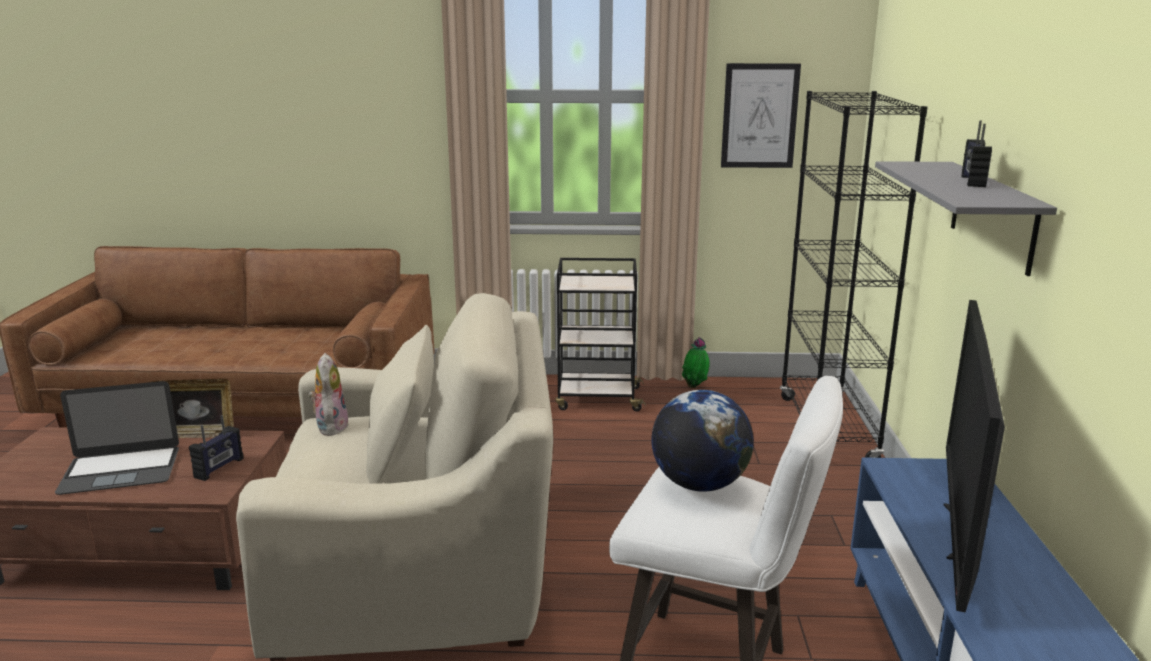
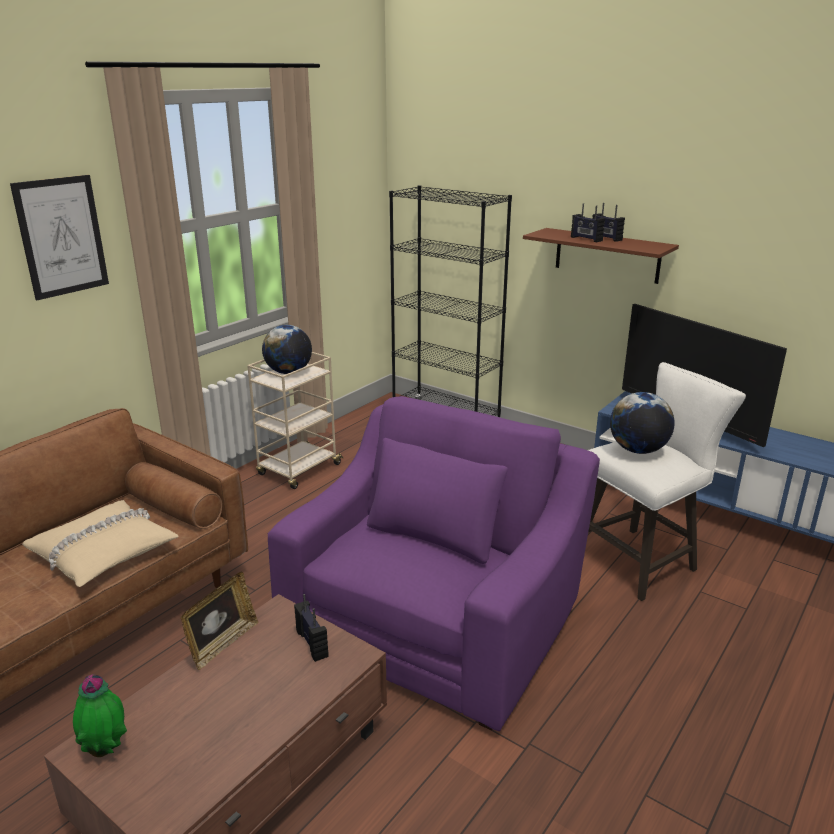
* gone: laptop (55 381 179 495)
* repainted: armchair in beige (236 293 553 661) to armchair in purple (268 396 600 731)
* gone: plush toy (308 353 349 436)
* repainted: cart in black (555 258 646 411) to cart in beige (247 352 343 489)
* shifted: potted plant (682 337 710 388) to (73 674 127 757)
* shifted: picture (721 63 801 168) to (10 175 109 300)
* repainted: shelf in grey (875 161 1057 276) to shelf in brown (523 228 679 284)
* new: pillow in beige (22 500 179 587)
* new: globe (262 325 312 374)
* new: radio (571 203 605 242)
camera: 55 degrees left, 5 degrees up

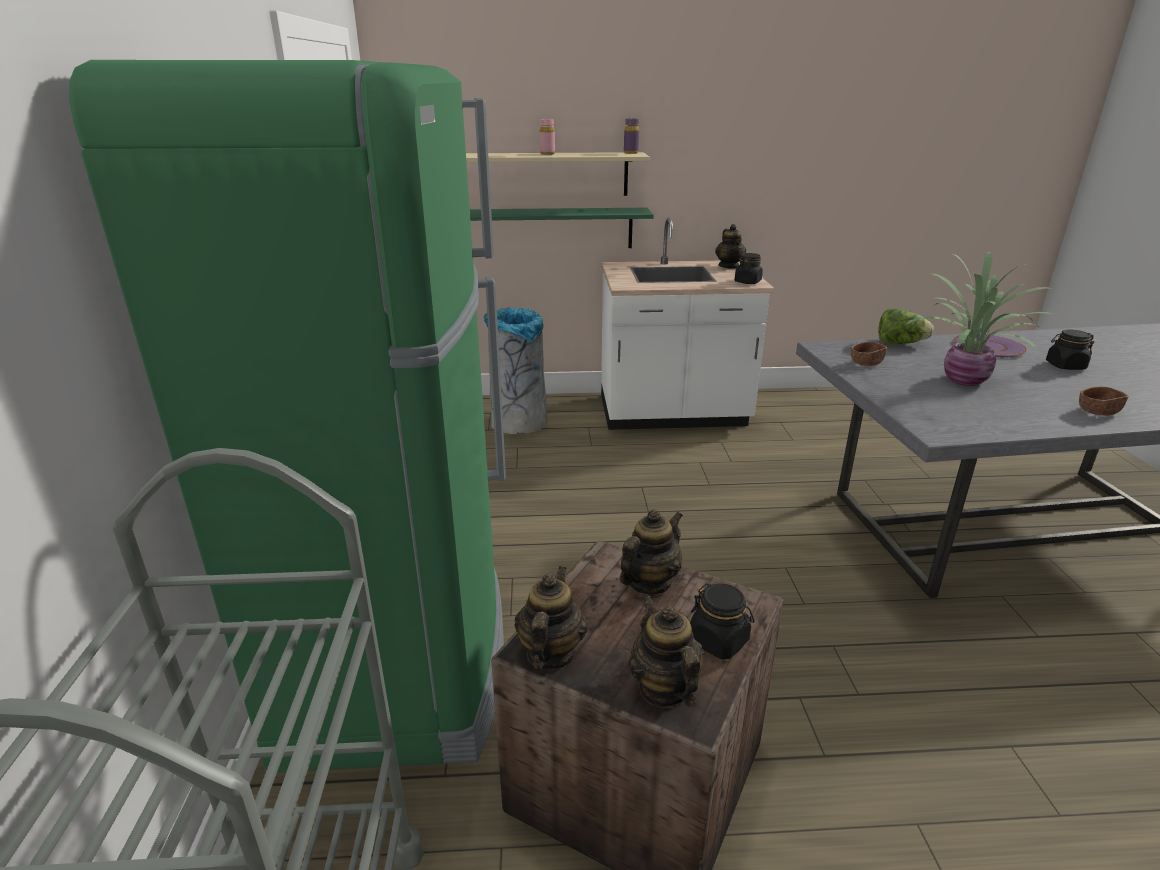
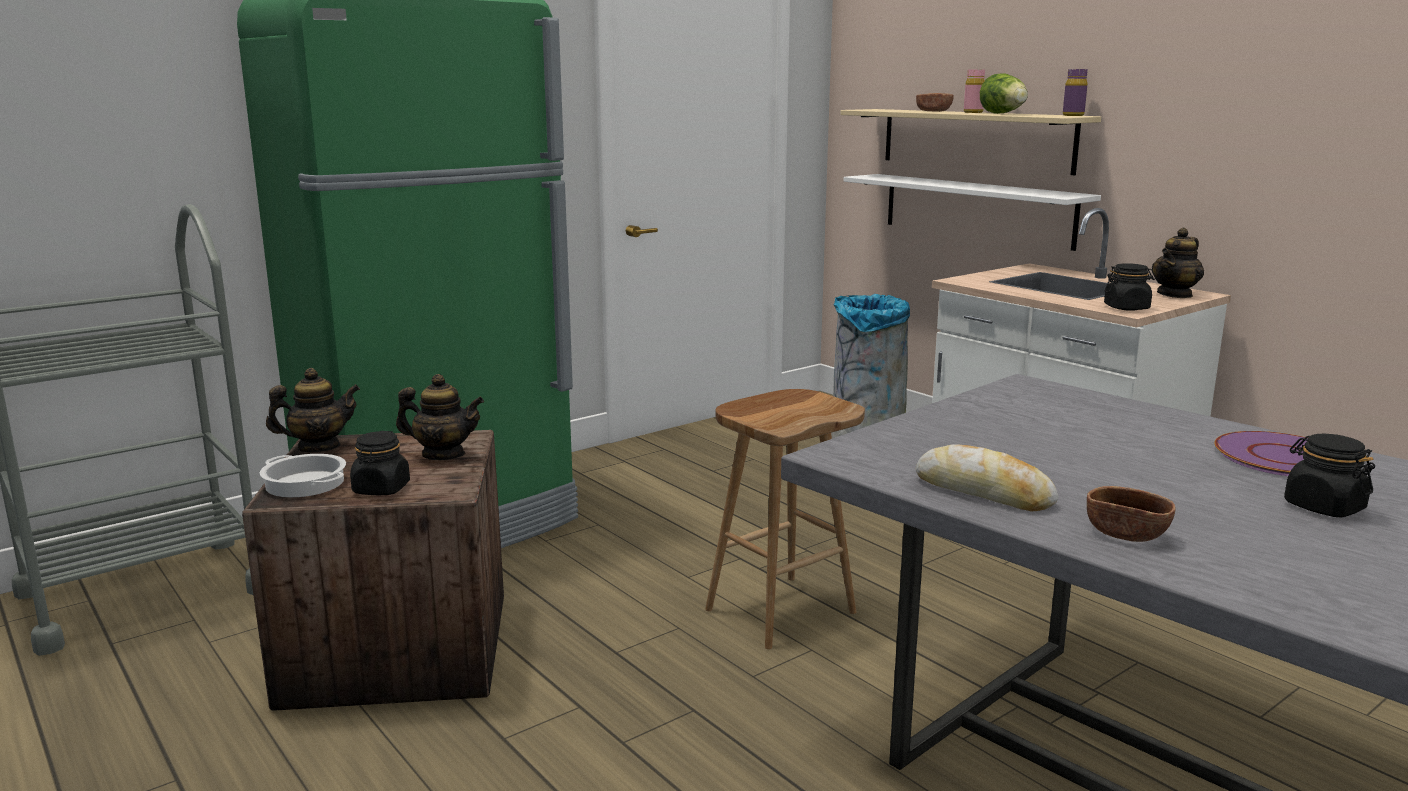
* repainted: shelf in green (470 208 654 248) to shelf in white (843 174 1101 251)
* swapped: teapot (629 596 704 708) to cooking pot (260 454 346 497)
* shifted: bowl in brown (851 341 887 366) to (916 93 954 112)
* shifted: lettuce (878 309 934 344) to (980 73 1028 114)
* gone: potted plant (903 252 1052 386)
* new: stool in brown (705 389 865 649)
* new: bread (916 444 1058 511)
camera: 55 degrees right, 10 degrees down

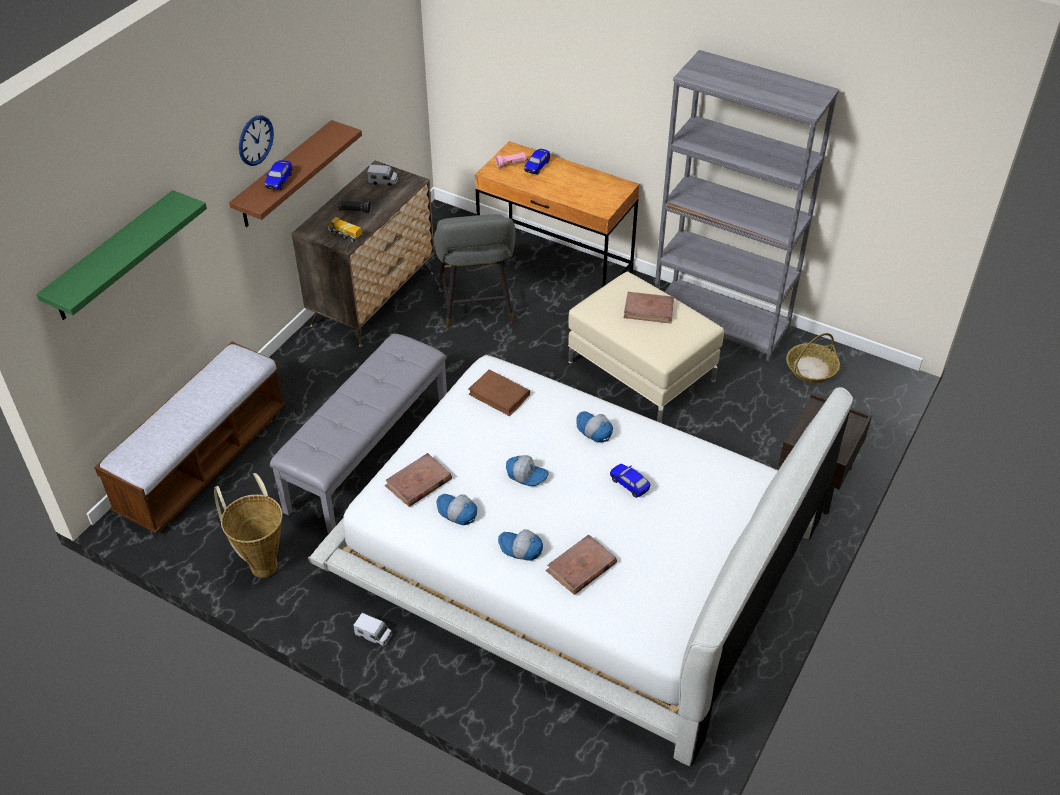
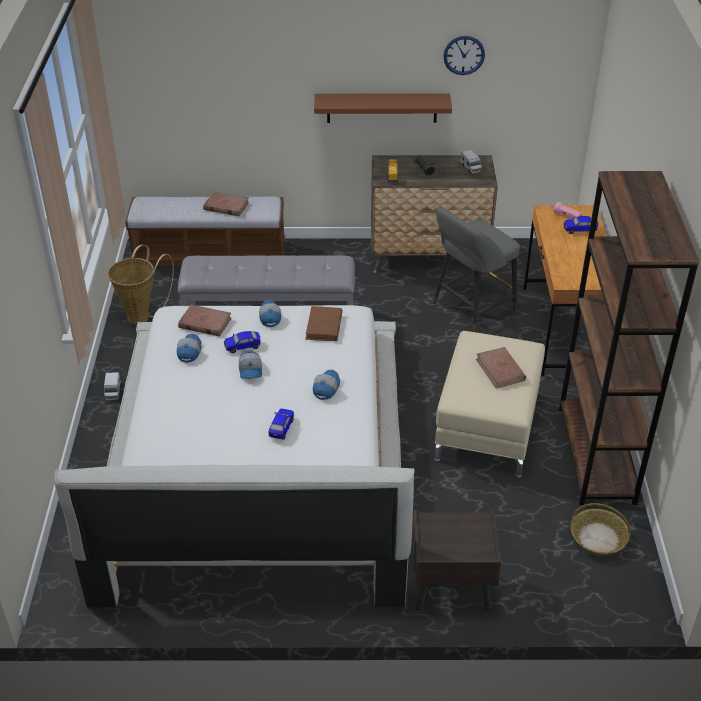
* gone: shelf in green (36 190 207 320)
* shifted: wall clock (239 115 274 166) to (443 36 485 75)
* shifted: toy car (265 160 292 190) to (224 331 260 353)
* shifted: cap (498 529 543 561) to (259 300 281 327)
* shifted: book in brown (546 534 617 595) to (203 191 249 216)
* repainted: bookcase in grey (655 50 839 362) to bookcase in brown (559 171 700 505)
camera: 60 degrees right, 5 degrees down

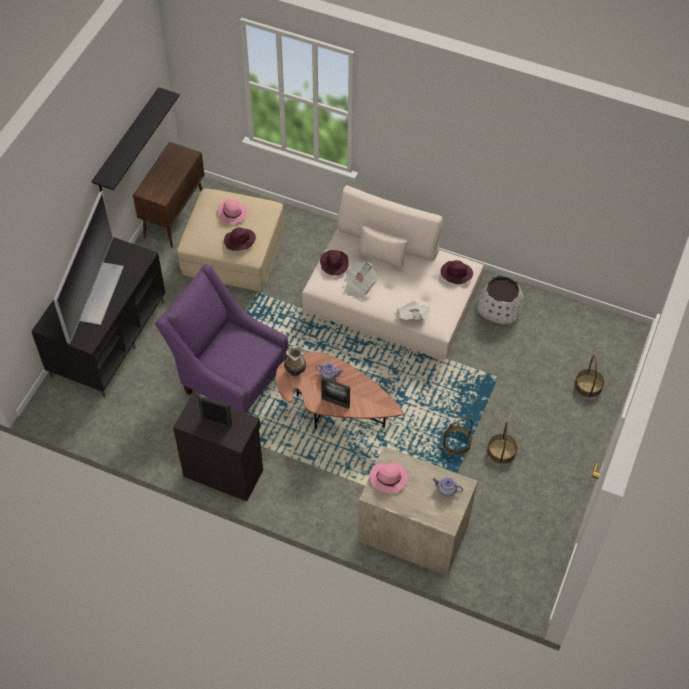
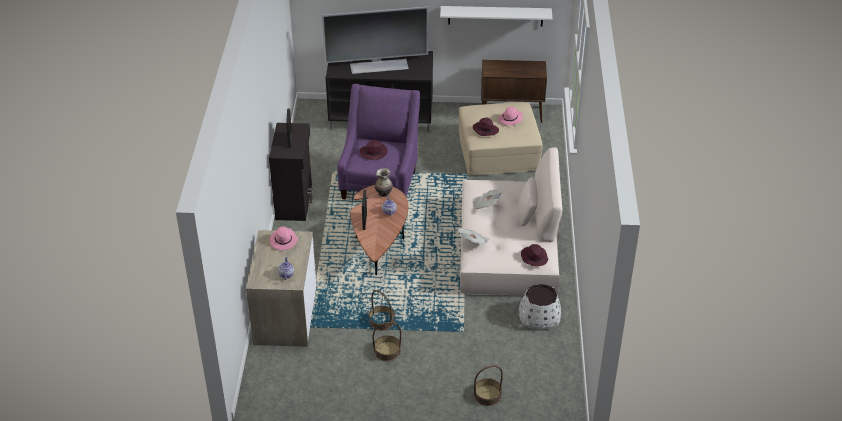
* repainted: shelf in black (91 87 180 192) to shelf in white (440 6 553 26)
* shifted: hat in purple (320 250 349 276) to (360 140 388 160)
camera: 70 degrees right, 15 degrees down

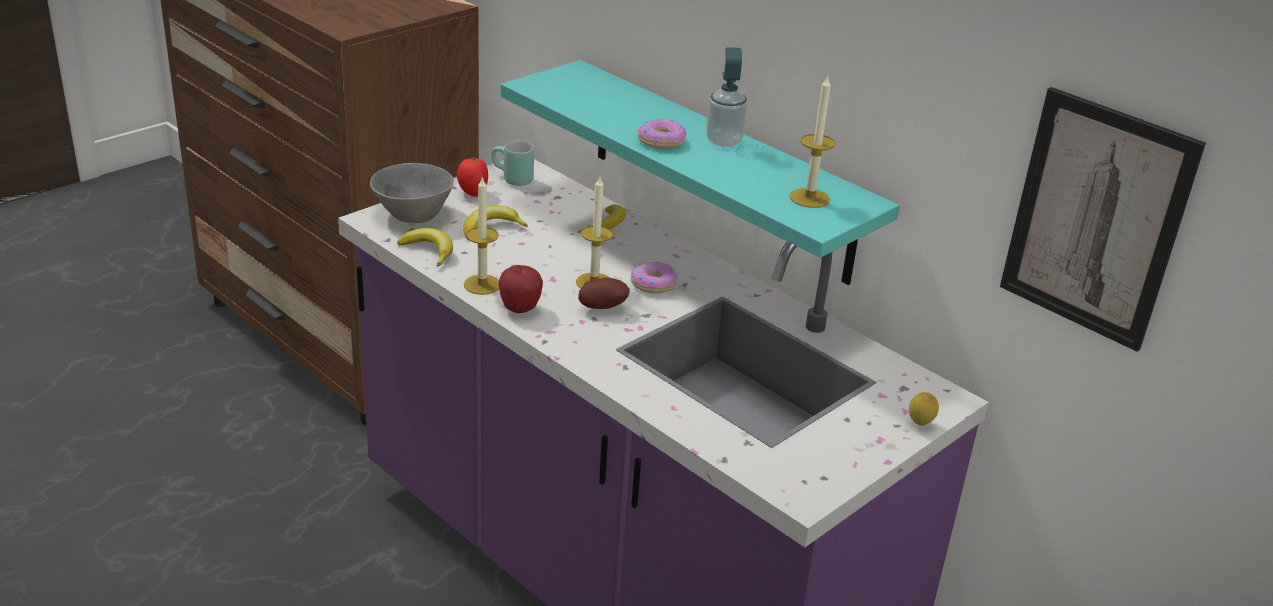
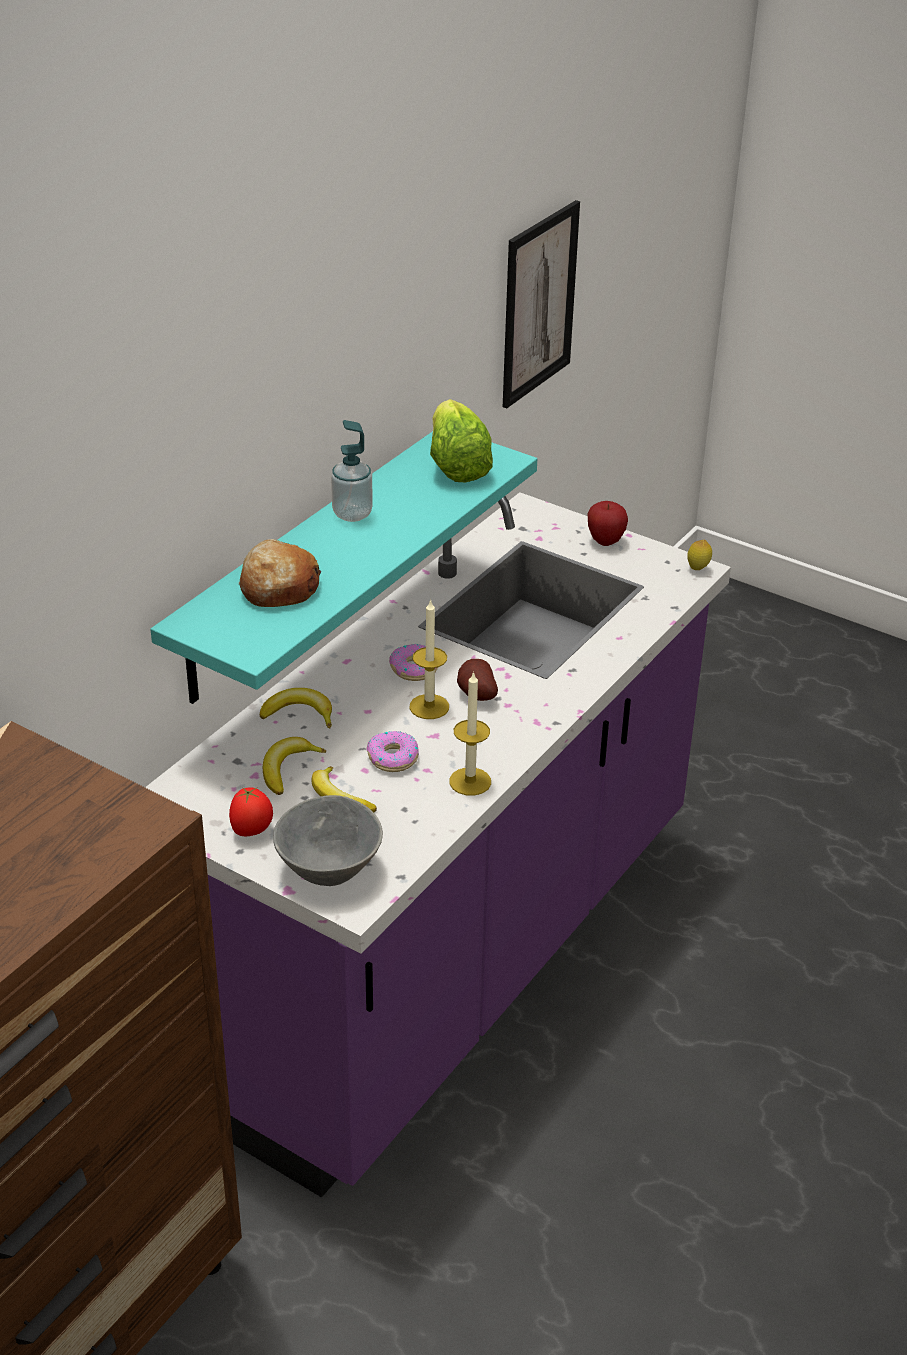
* shifted: banana (397 228 453 267) to (263 737 326 795)
* gone: mug in turquoise (491 140 534 186)
* shifted: apple (498 265 543 313) to (588 501 628 546)
* shifted: donut (637 119 687 149) to (366 731 419 772)
* swapped: candle (790 75 836 208) to lettuce (430 399 493 482)
* shifted: lemon (909 392 939 426) to (687 539 712 570)
* new: bread (239 539 321 607)
camera: 100 degrees left, 5 degrees up

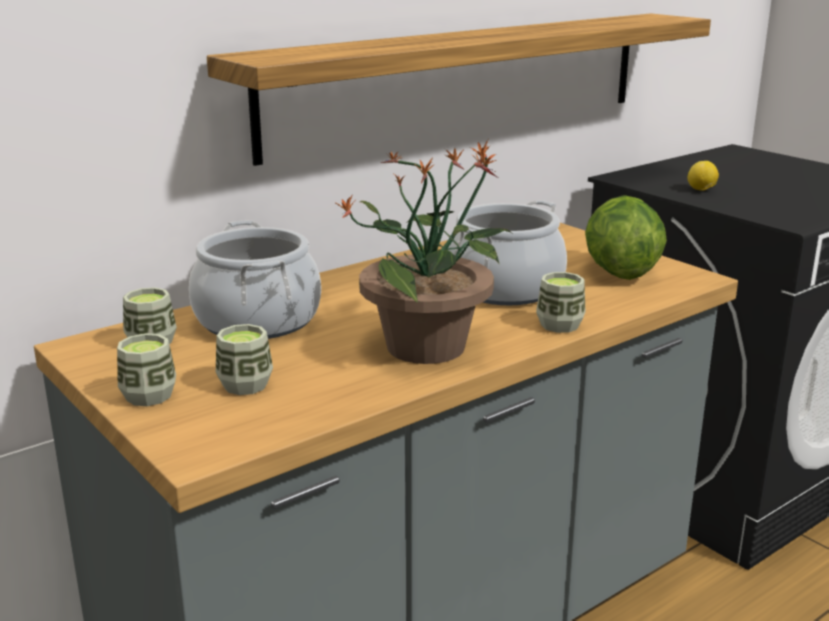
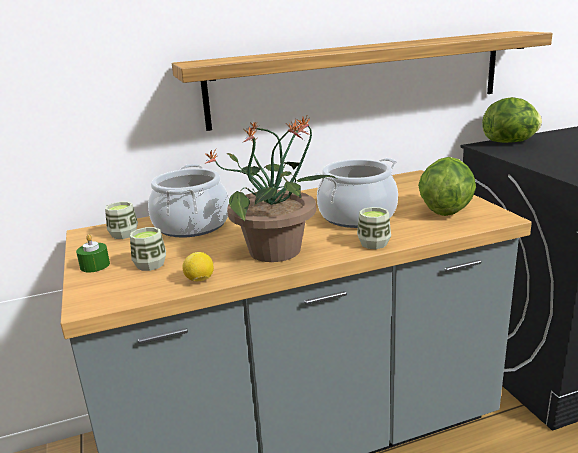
* swapped: cup (117 333 176 406) to candle in green (76 234 110 272)
* shifted: lemon (688 161 719 191) to (183 252 214 281)
* new: lettuce (482 97 542 143)
camera: 20 degrees right, 0 degrees up

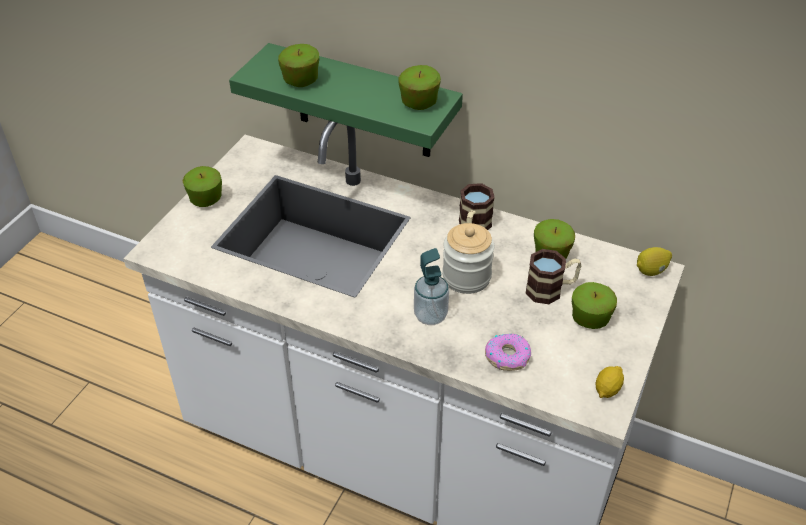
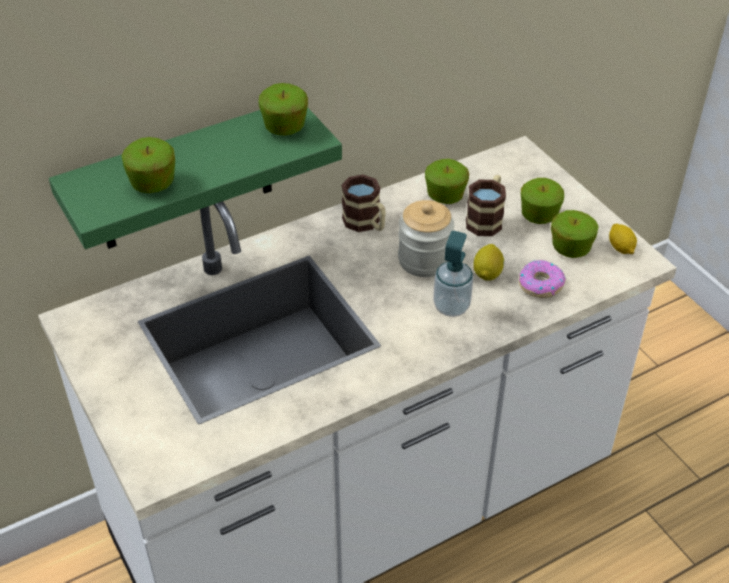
* shifted: apple (182 166 222 207) to (551 210 599 258)
* shifted: lemon (637 247 672 276) to (473 244 504 281)
camera: 55 degrees left, 0 degrees up

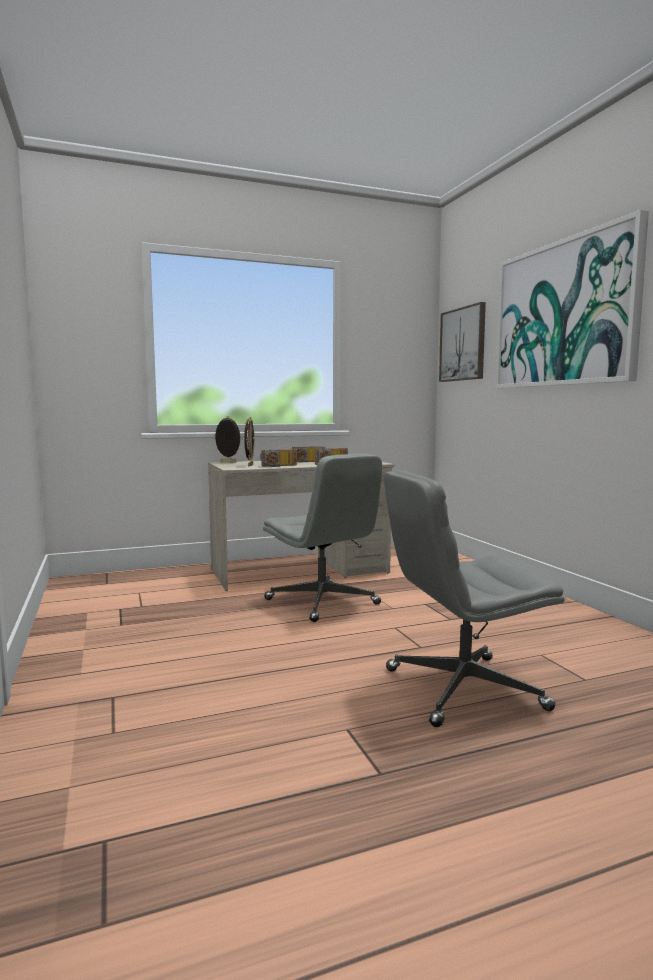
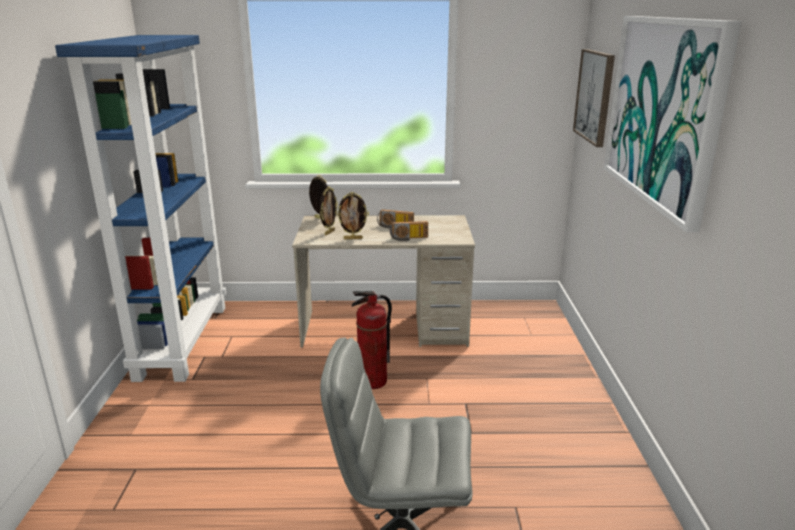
* swapped: radio (260 449 297 467) to picture frame (336 192 369 240)
* swapped: office chair in grey (263 454 382 622) to fire extinguisher (352 291 392 389)
* new: bookcase in blue (55 35 226 382)
camera: 20 degrees right, 15 degrees up

